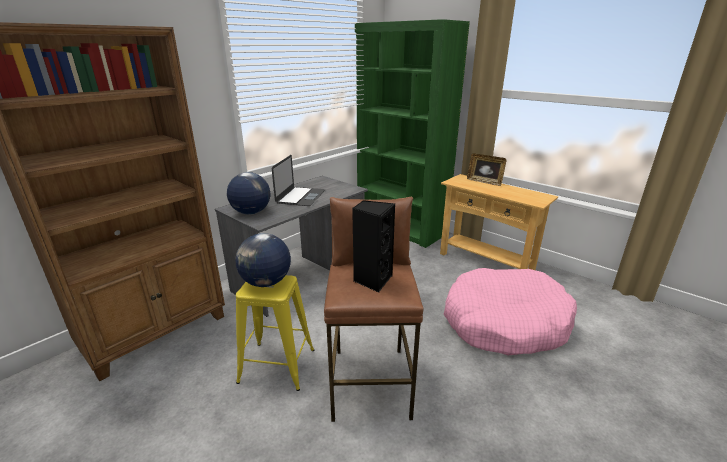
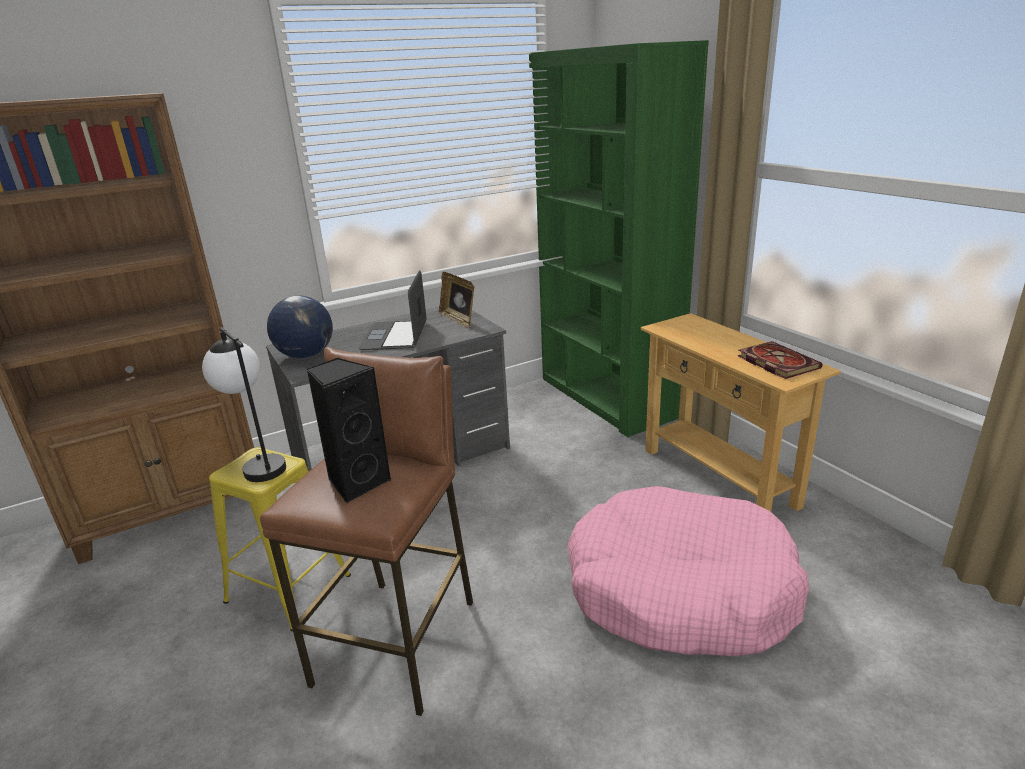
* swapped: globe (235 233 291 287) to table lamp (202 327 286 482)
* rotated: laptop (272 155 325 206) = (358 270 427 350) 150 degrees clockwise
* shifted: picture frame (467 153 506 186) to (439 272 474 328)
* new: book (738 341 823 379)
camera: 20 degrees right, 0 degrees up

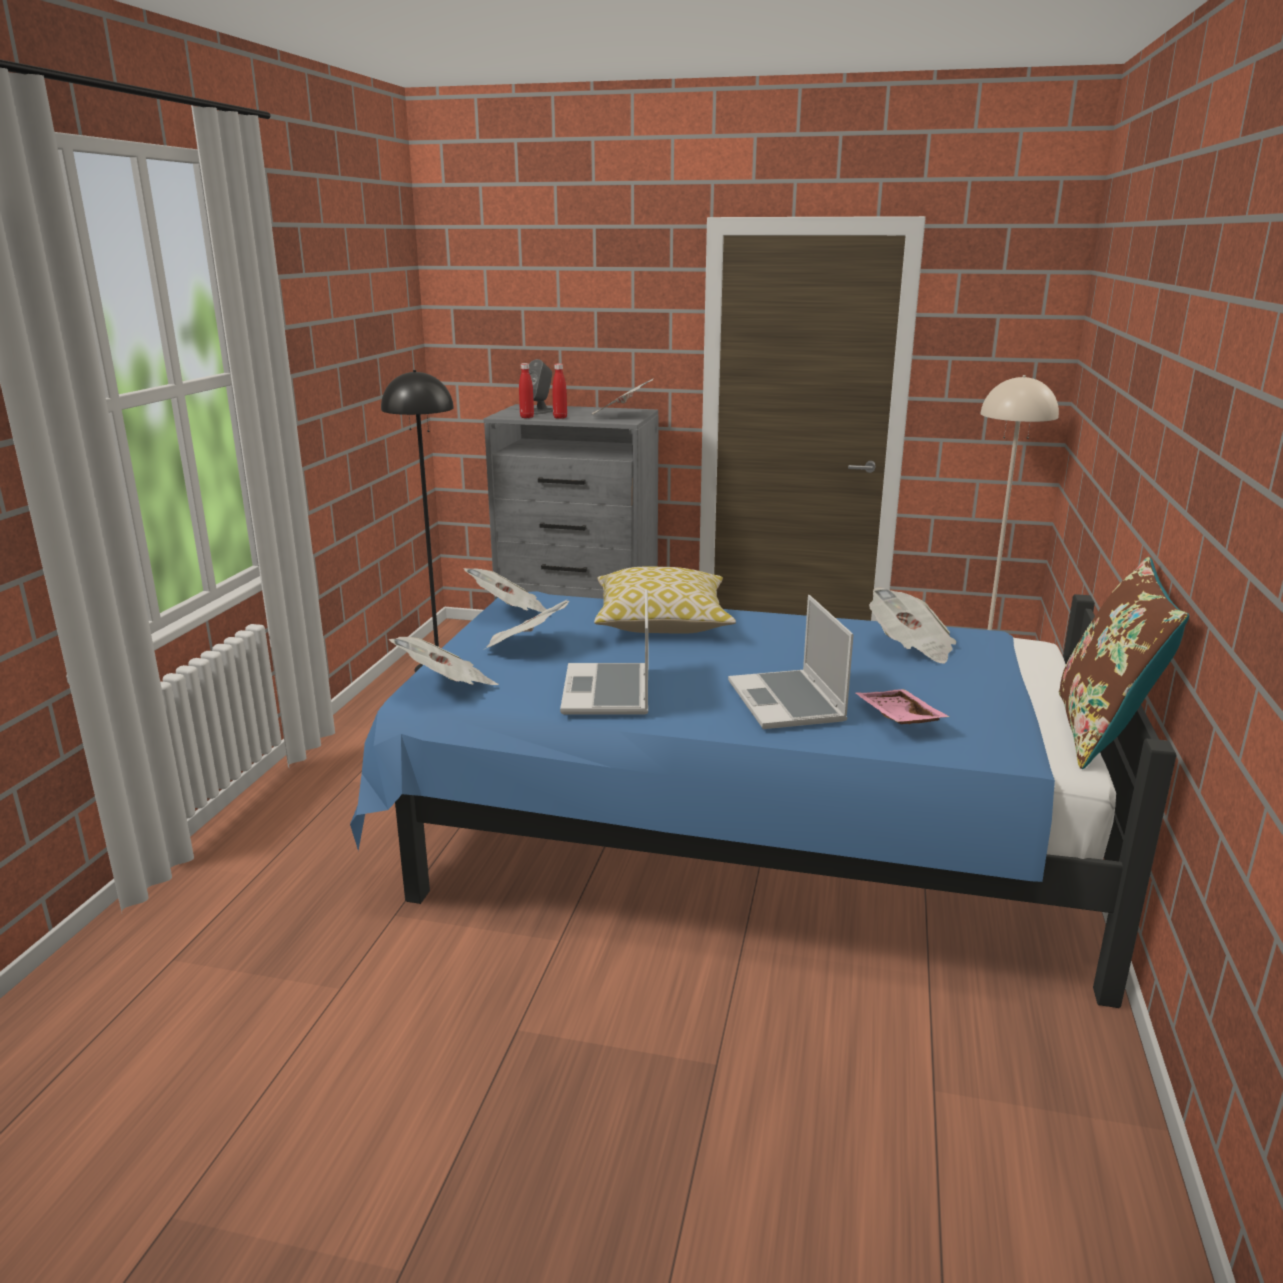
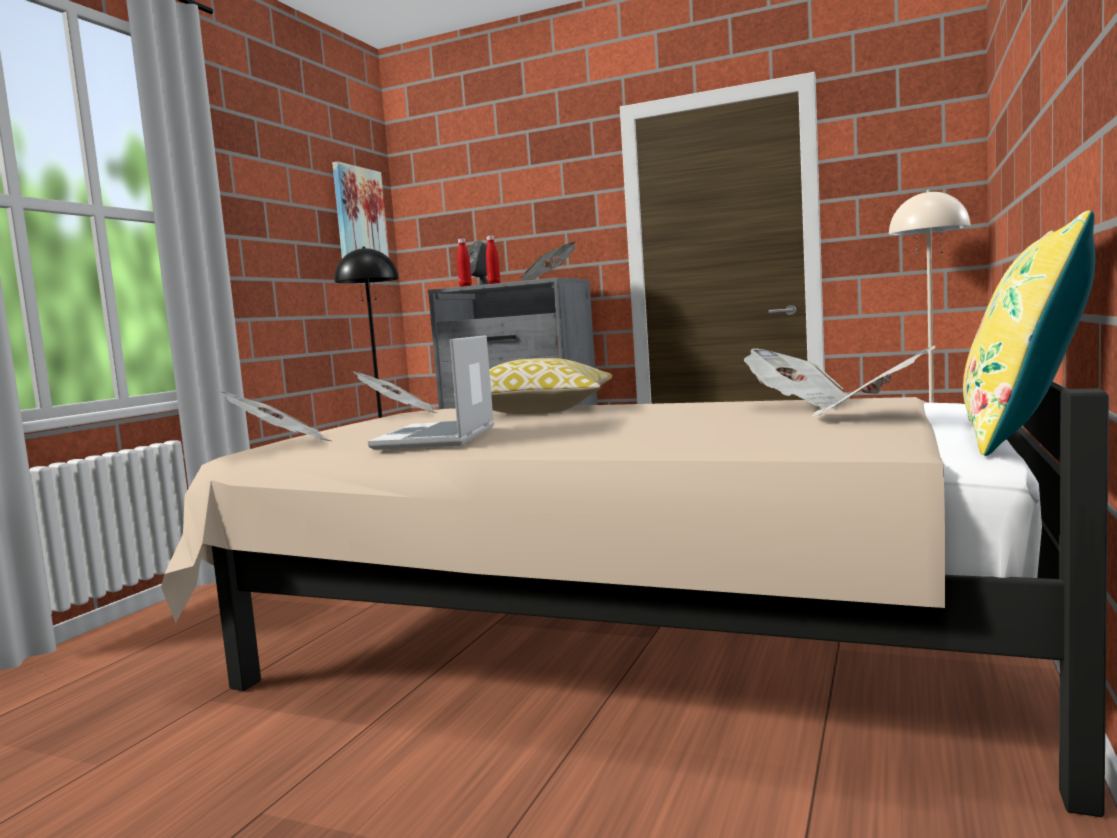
* repainted: bed in blue (350 591 1177 1008) to bed in beige (161 382 1109 817)
* shifted: newspaper (483 600 569 650) to (812 345 936 417)
* gone: laptop (728 595 854 729)
* gone: tray in pink (856 689 949 724)
* repainted: pillow in brown (1059 557 1189 769) to pillow in yellow (963 210 1095 456)
* new: picture (332 161 389 258)
camera: 10 degrees right, 15 degrees down

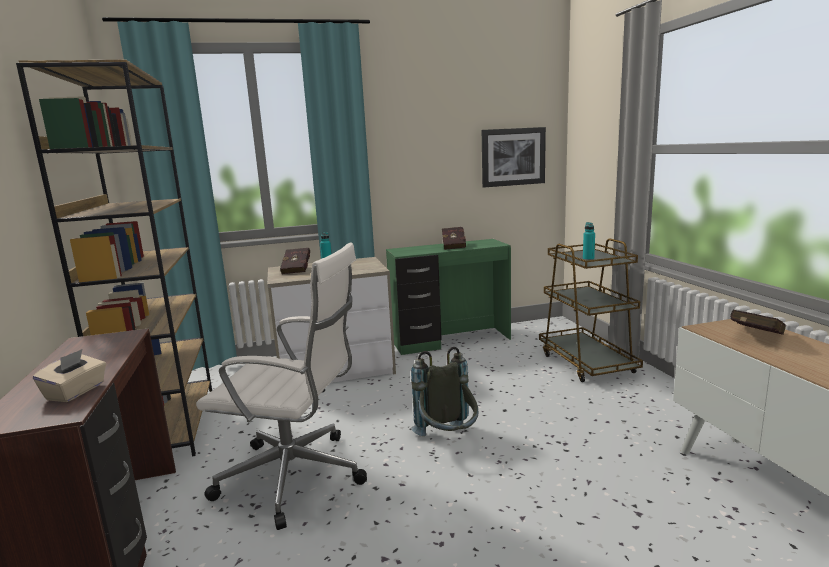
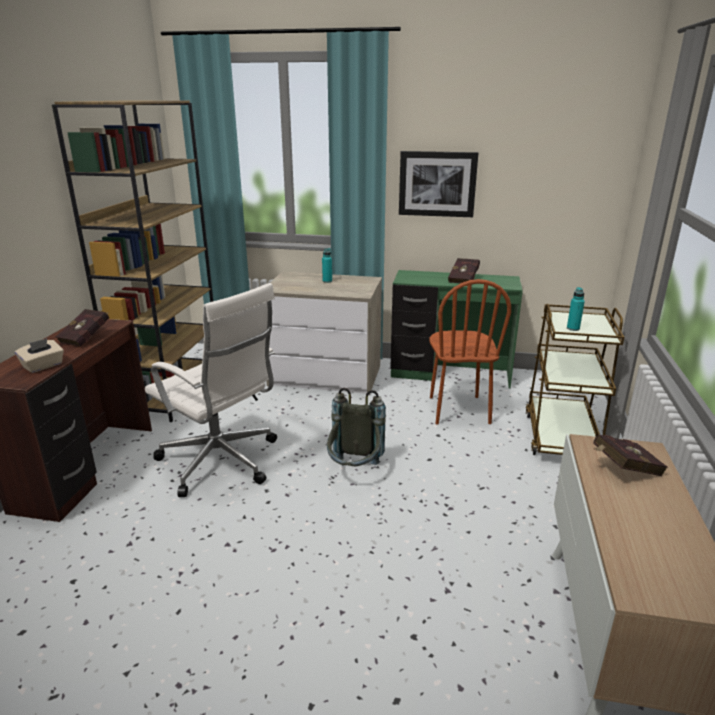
* shifted: book in red (280 248 310 274) to (56 309 109 347)
* shifted: picture (482 127 546 187) to (399 151 478 217)
* new: chair in brown (429 279 511 425)
camera: 25 degrees right, 10 degrees up

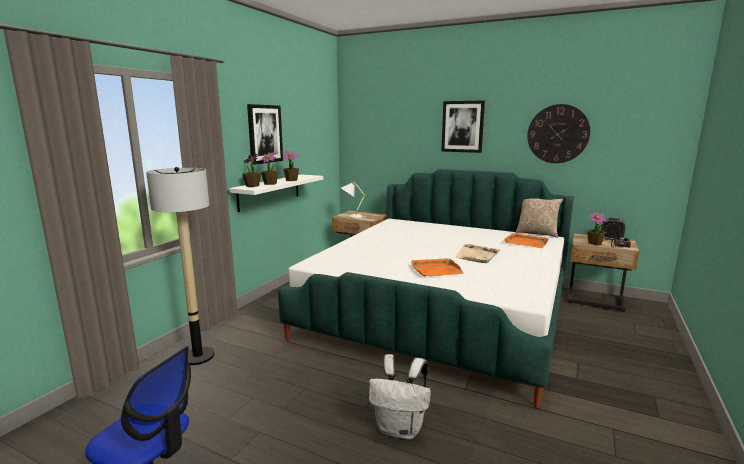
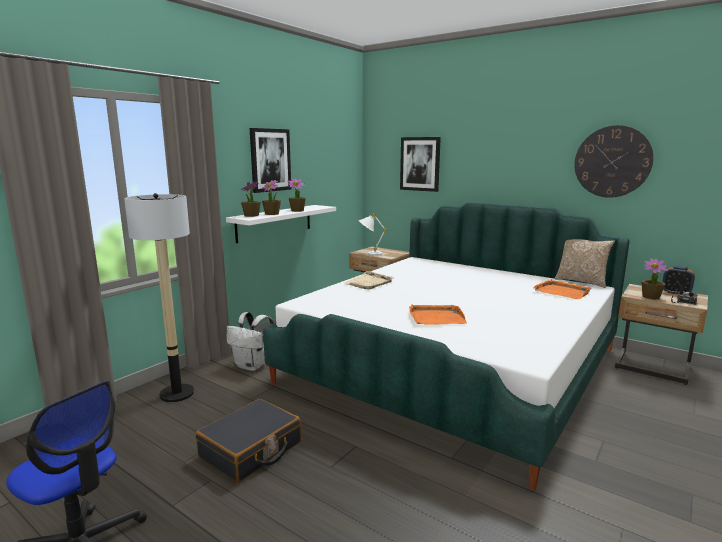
* shifted: backpack in white (369 354 431 439) to (226 312 274 371)
* shifted: picture (441 100 485 153) to (400 137 441 192)
* shifted: tray in beige (455 244 500 263) to (344 271 394 290)
* new: suitcase in black (196 399 301 482)
camera: 10 degrees right, 0 degrees up

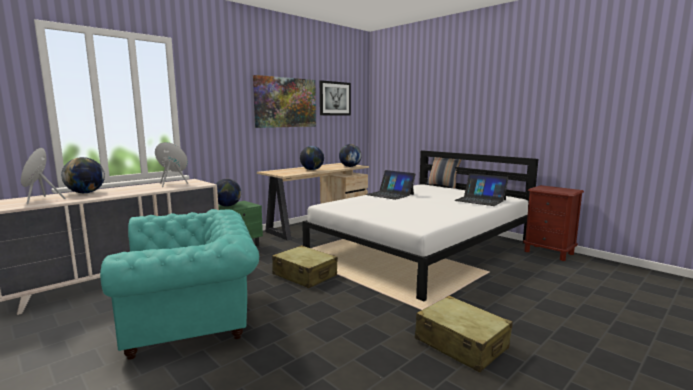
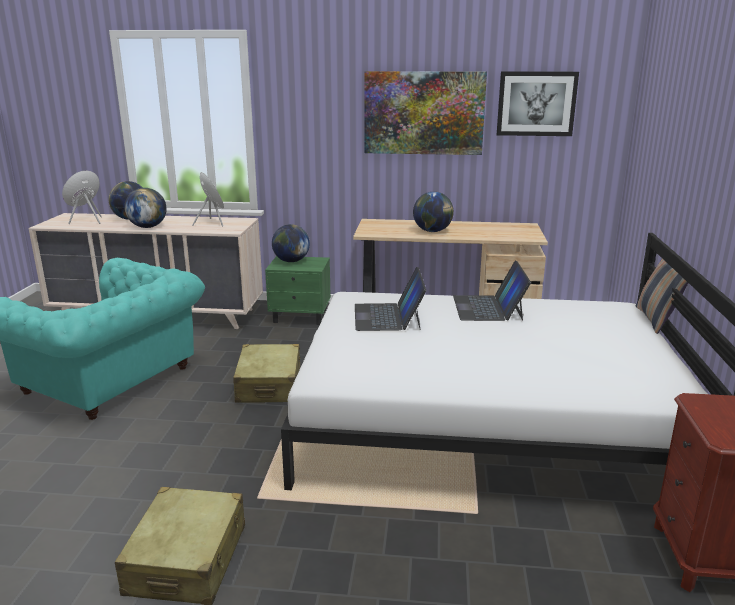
* shifted: globe (339 144 362 167) to (124 188 167 228)
* shifted: laptop (454 174 508 206) to (355 267 426 331)
camera: 50 degrees right, 10 degrees up

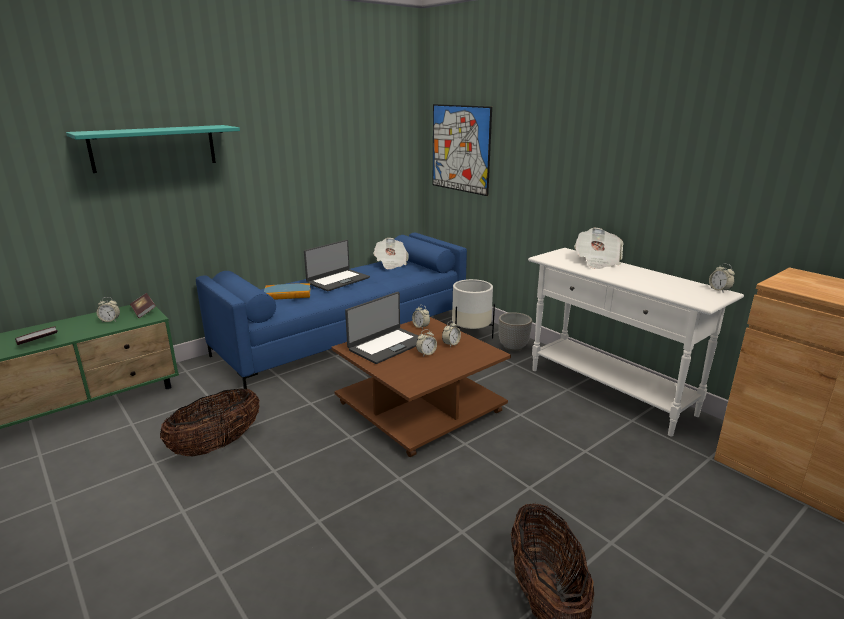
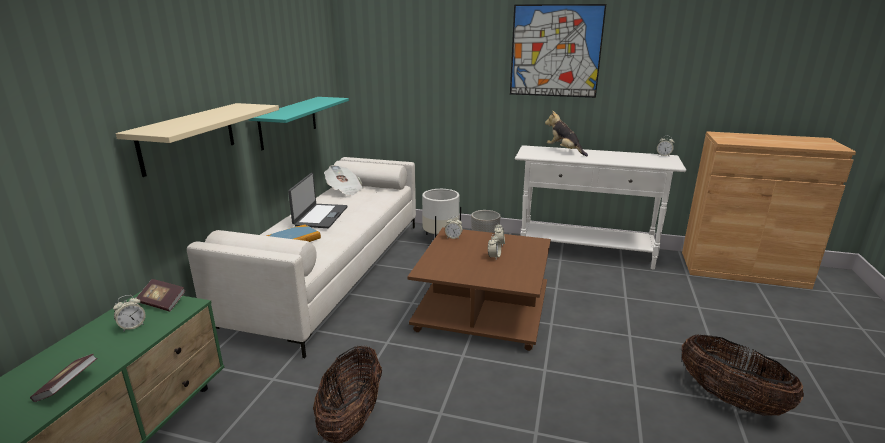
* shifted: shelf in turquoise (66 125 240 173) to (249 97 349 150)
* repainted: sofa in blue (196 233 467 389) to sofa in white (187 157 416 358)
* gone: laptop (345 292 418 364)
* shifted: picture (433 104 492 196) to (510 4 606 98)
* swapped: newspaper (574 228 624 269) to plush toy (545 111 588 157)
* new: shelf in beige (116 103 279 177)
camera: 35 degrees left, 0 degrees up

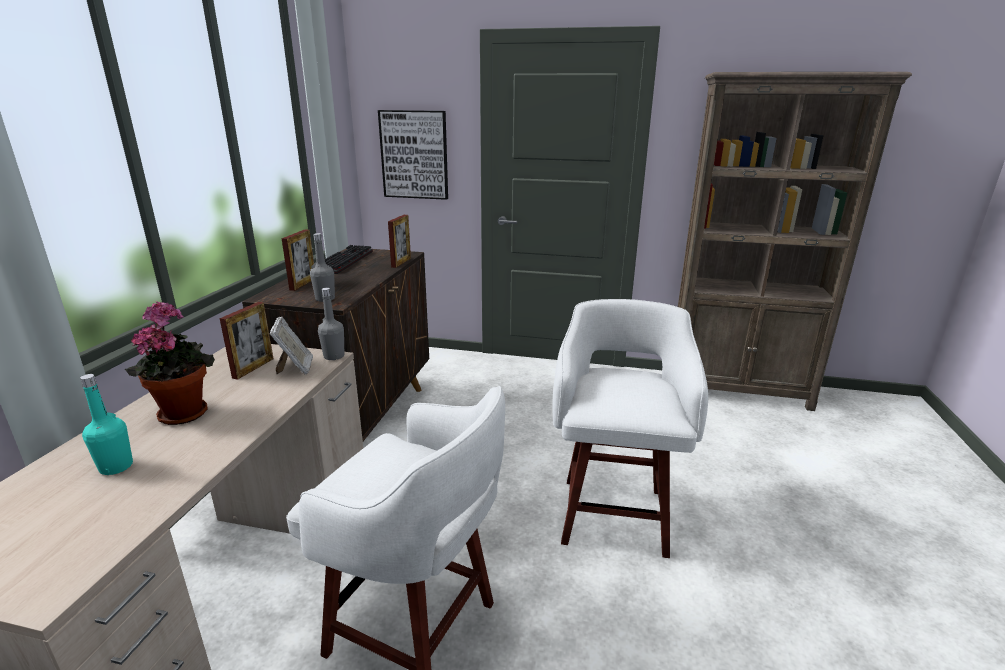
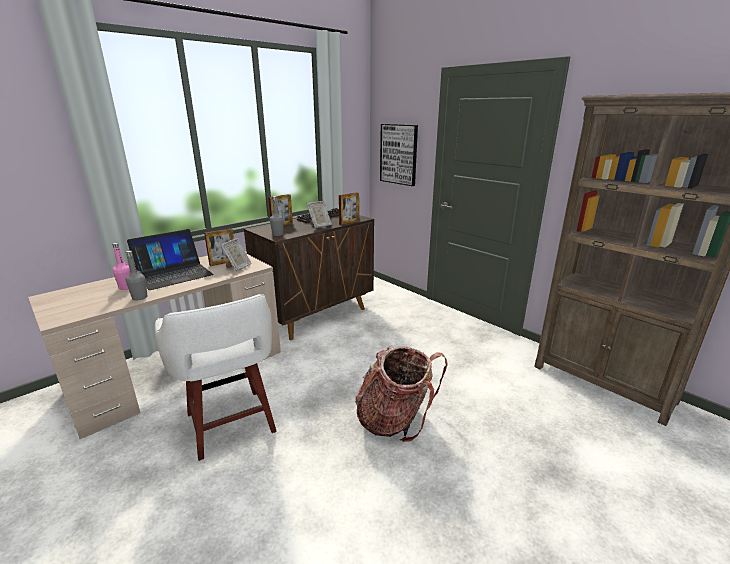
* repainted: bottle in turquoise (80 374 133 475) to bottle in pink (112 243 130 290)
* swapped: potted plant (125 301 215 425) to laptop (127 229 214 290)
* shifted: bottle in grey (318 288 344 360) to (126 251 148 300)
* swapped: stool in white (552 299 708 558) to backpack (355 346 448 442)
* new: picture frame (307 201 332 228)
camera: 35 degrees right, 0 degrees up

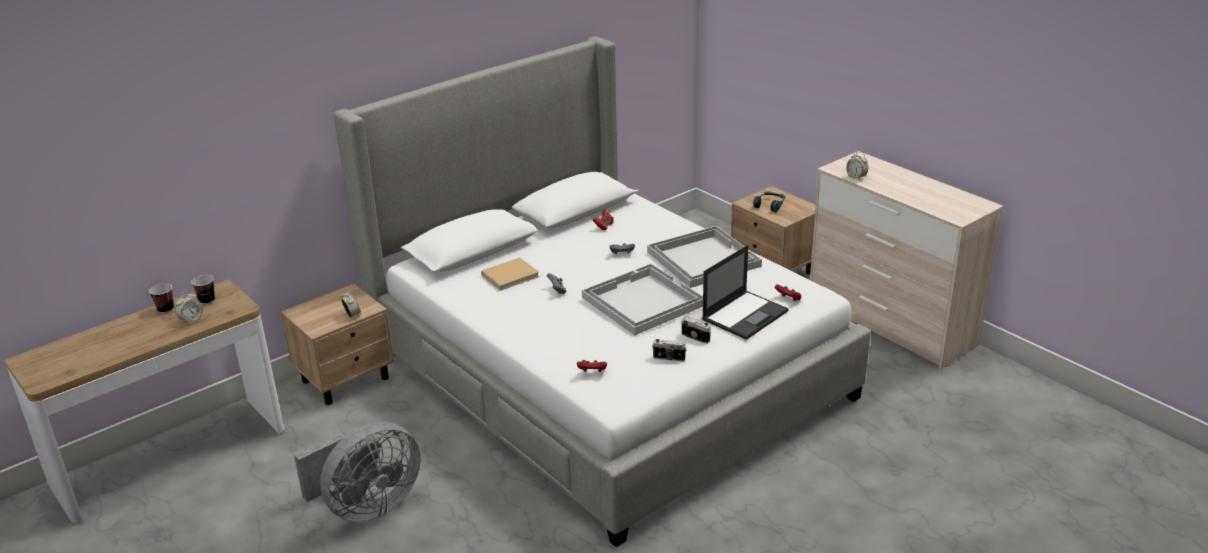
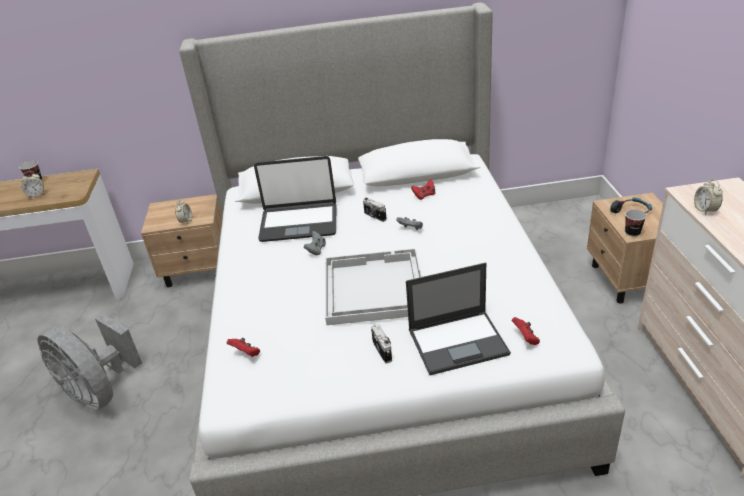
* shifted: cup (191 275 215 305) to (625 209 647 237)
* rotated: fan in grey (294 422 420 522) = (38 314 142 411) 45 degrees clockwise
* swapped: book in beige (481 257 540 291) to laptop (254 156 336 242)
* gone: tray in white (647 226 762 288)
* shifted: photo camera (652 339 687 361) to (363 198 387 222)
camera: 35 degrees right, 5 degrees up

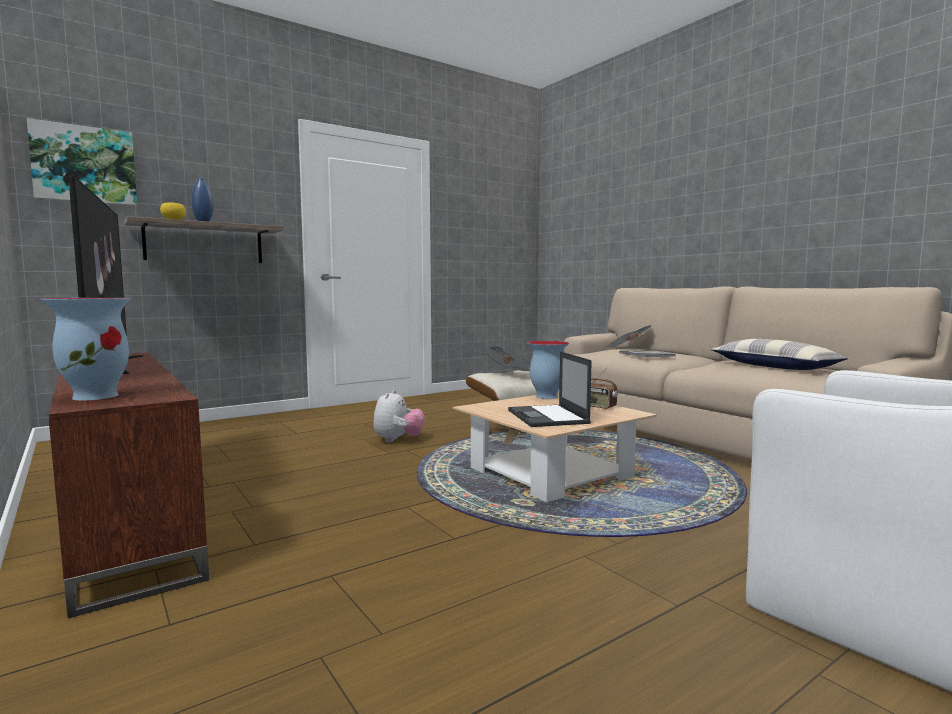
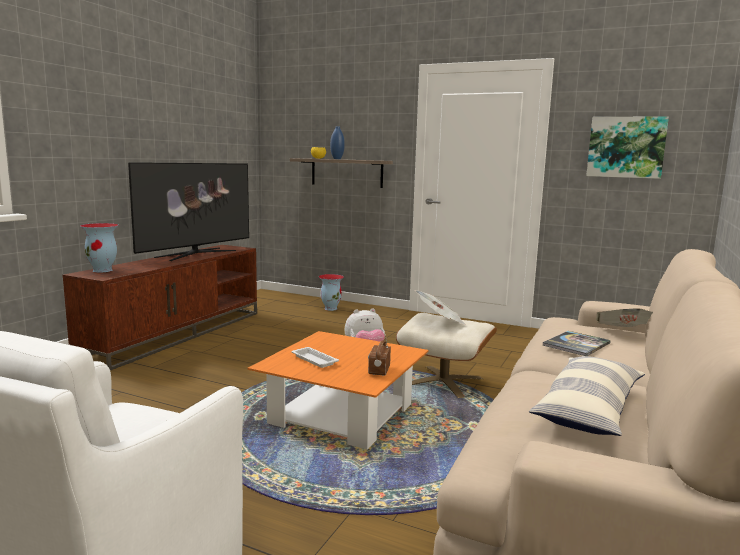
* shifted: picture (27 118 137 206) to (586 116 669 179)
* repainted: coffee table in beige (453 393 657 502) to coffee table in orange (247 331 429 449)
* swapped: laptop (508 351 592 427) to tray in white (292 347 339 368)
* shifted: vase (527 341 569 399) to (319 274 344 311)
camera: 60 degrees right, 5 degrees up

